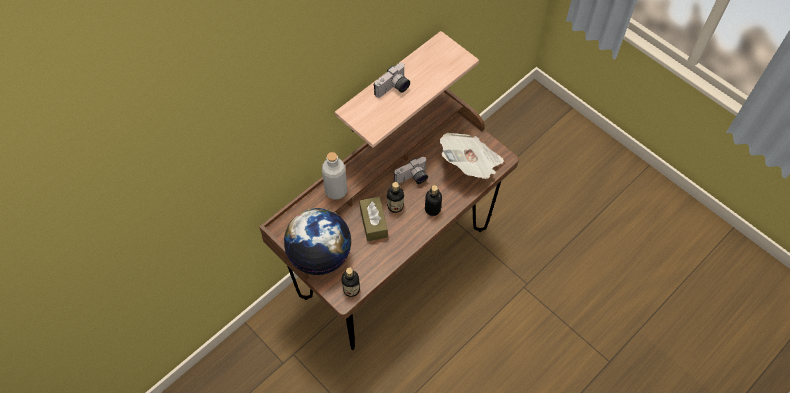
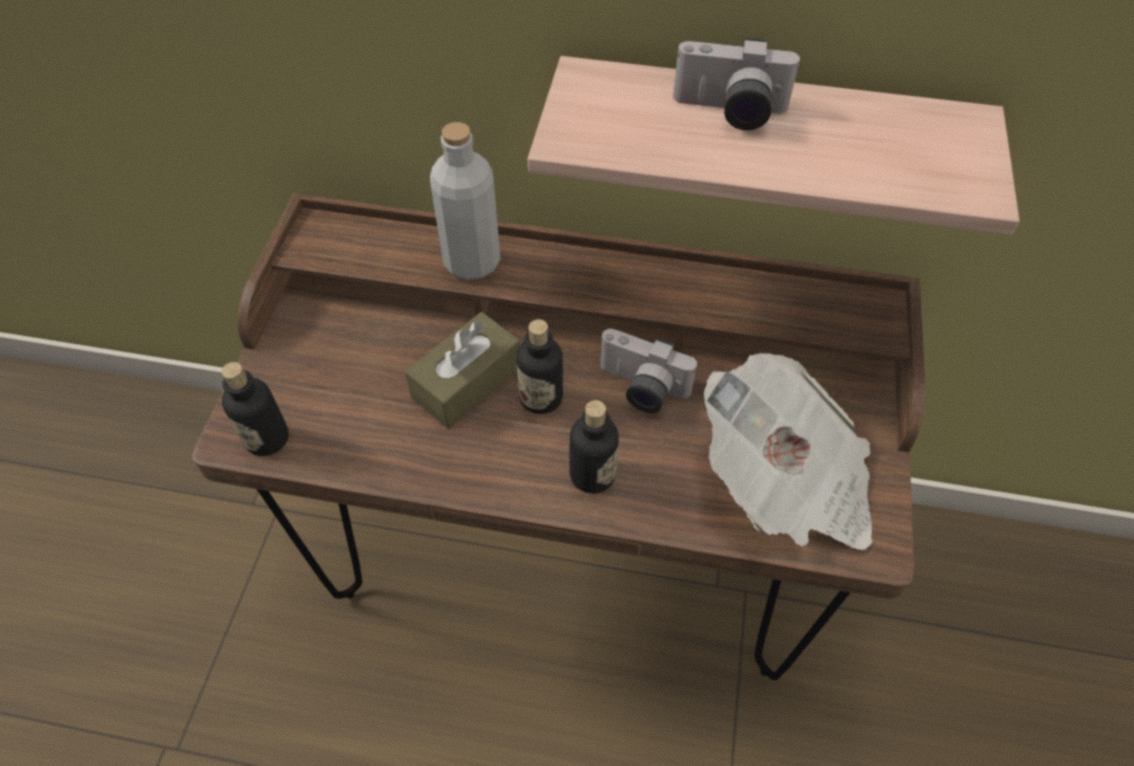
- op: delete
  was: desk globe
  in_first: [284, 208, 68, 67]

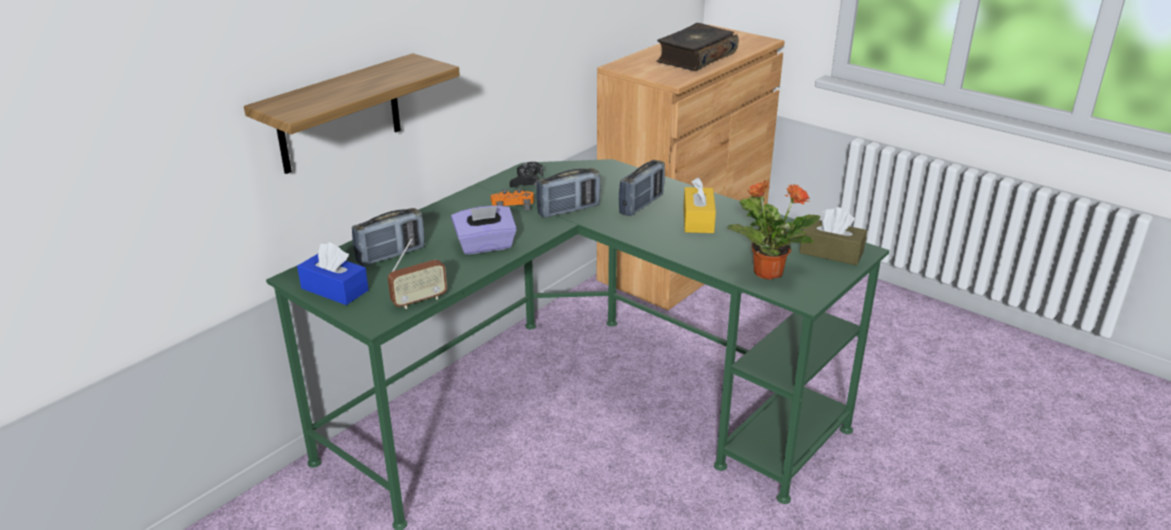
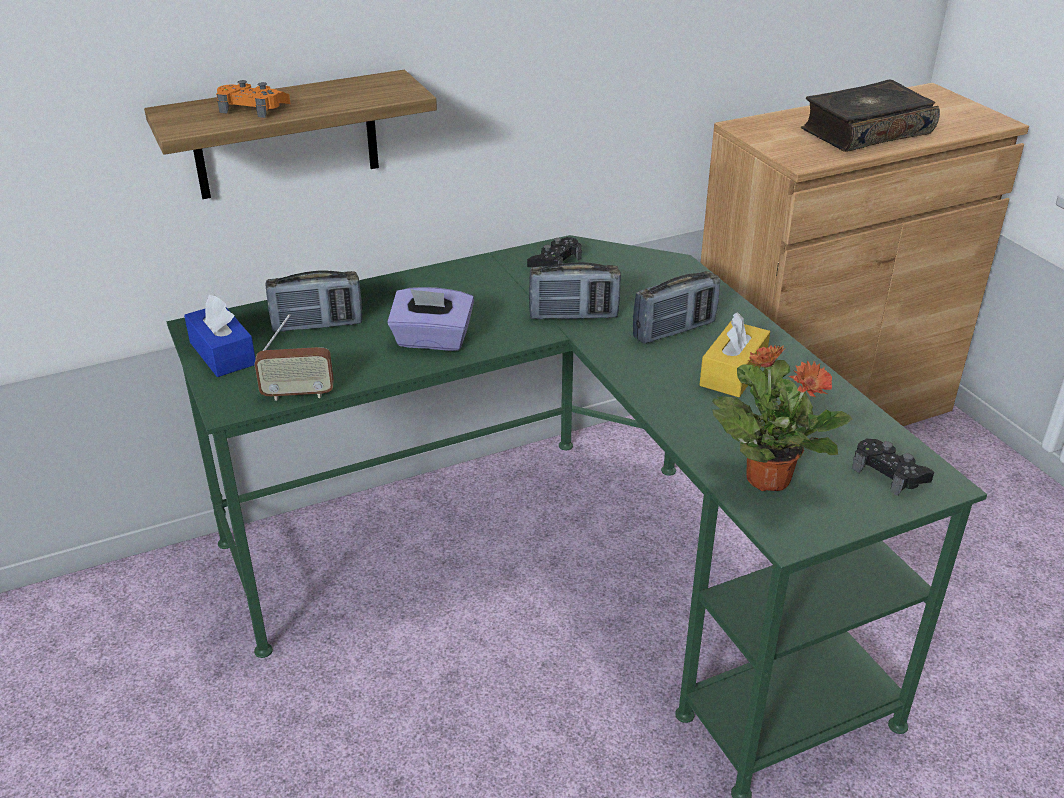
- op: move
  was: gamepad (orange-coloured)
  in_first: [490, 188, 44, 23]
  in_second: [216, 80, 74, 38]
- op: replace
  was: tissue box (brown)
  now: gamepad (black)
  in_first: [799, 207, 68, 58]
  in_second: [852, 439, 82, 57]

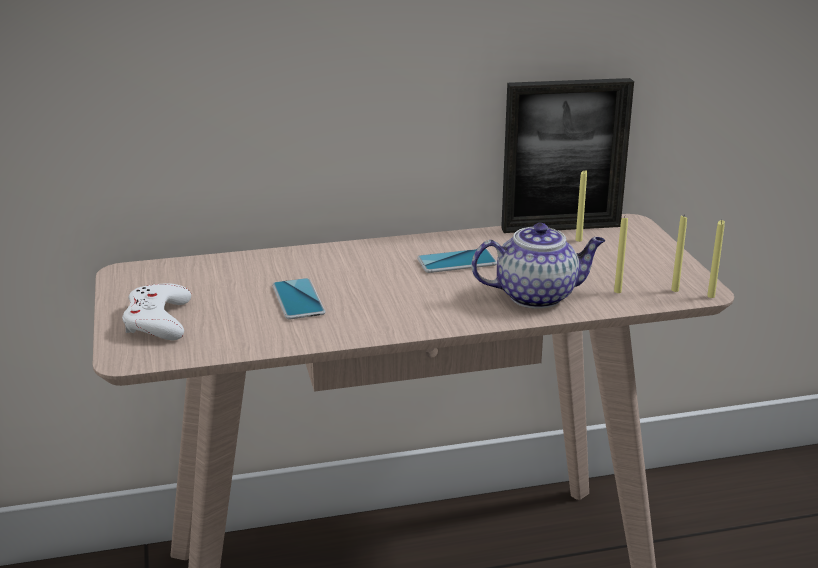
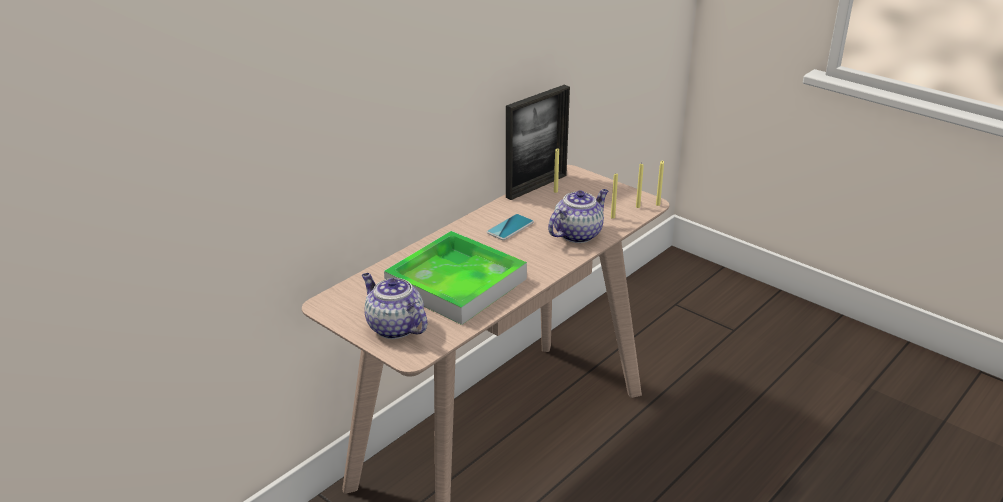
- op: replace
  was: gamepad (white-coloured)
  now: teapot
  in_first: [122, 283, 69, 57]
  in_second: [362, 273, 65, 66]
- op: replace
  was: phone
  now: serving tray
  in_first: [272, 278, 54, 41]
  in_second: [384, 231, 143, 94]

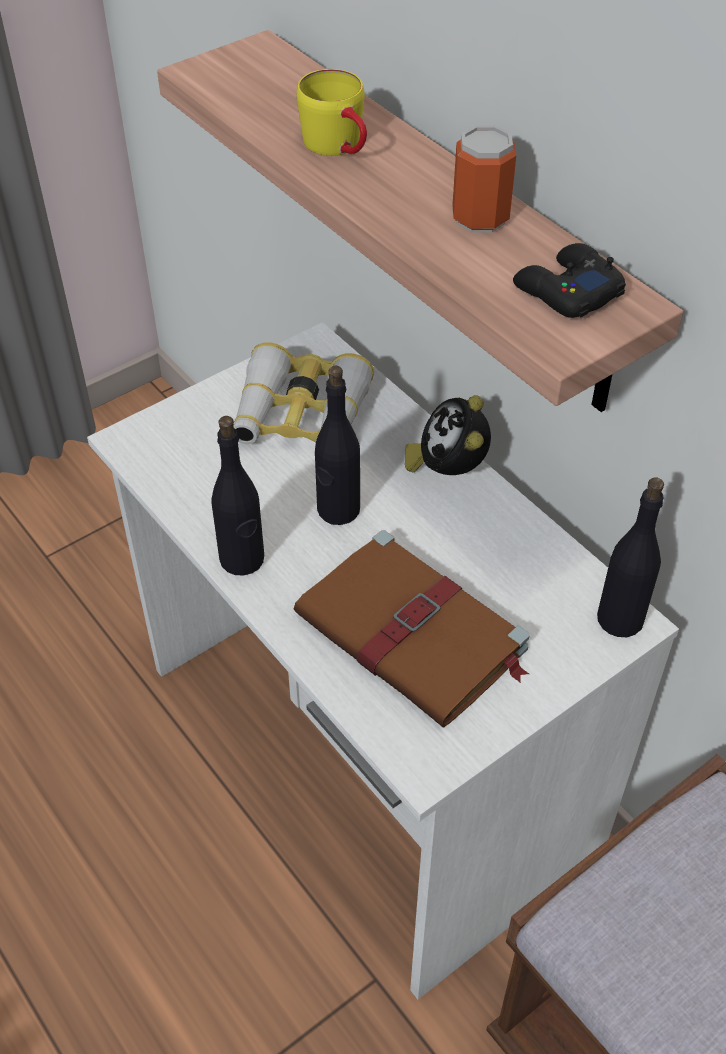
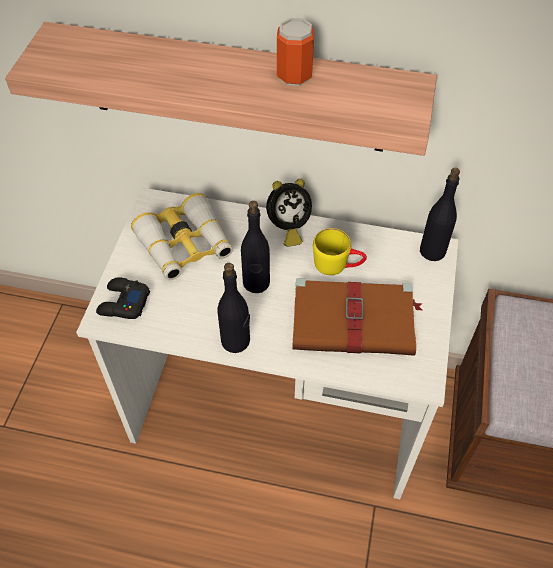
- op: move
  was: gamepad (black)
  in_first: [513, 243, 113, 75]
  in_second: [96, 277, 54, 42]
- op: rotate
  was: table clock
  in_first: [405, 395, 86, 80]
  in_second: [266, 179, 46, 68]
  clockwise: -75
- op: move
  was: tea mug (yellow-coloured)
  in_first: [296, 69, 71, 87]
  in_second: [313, 228, 54, 47]

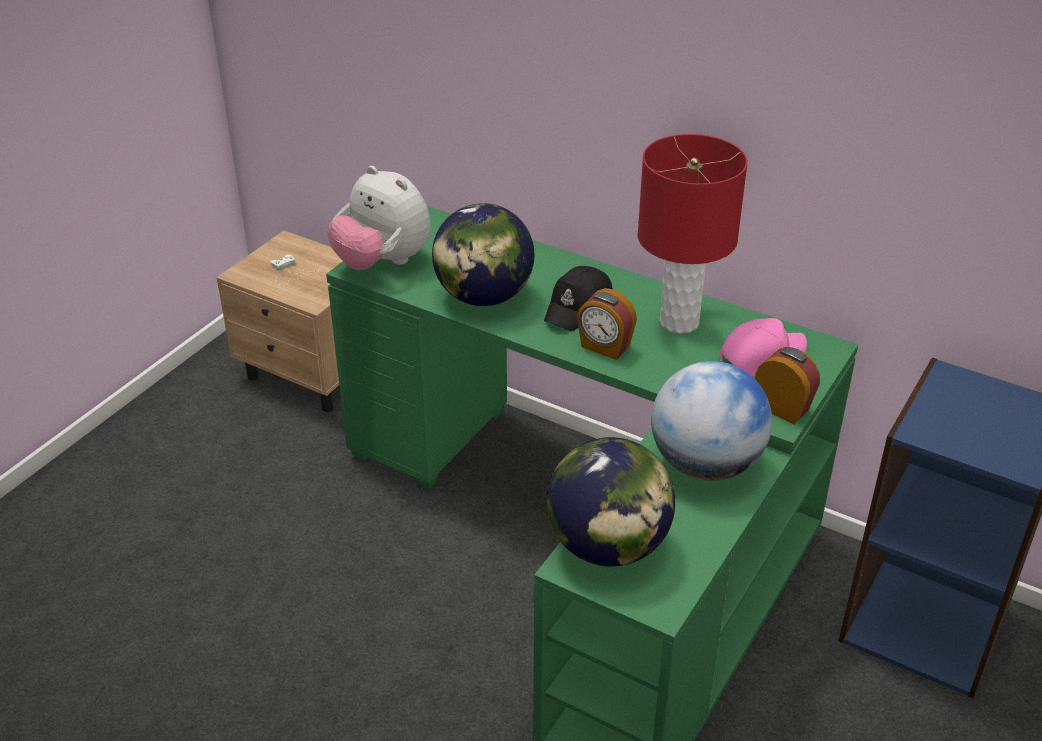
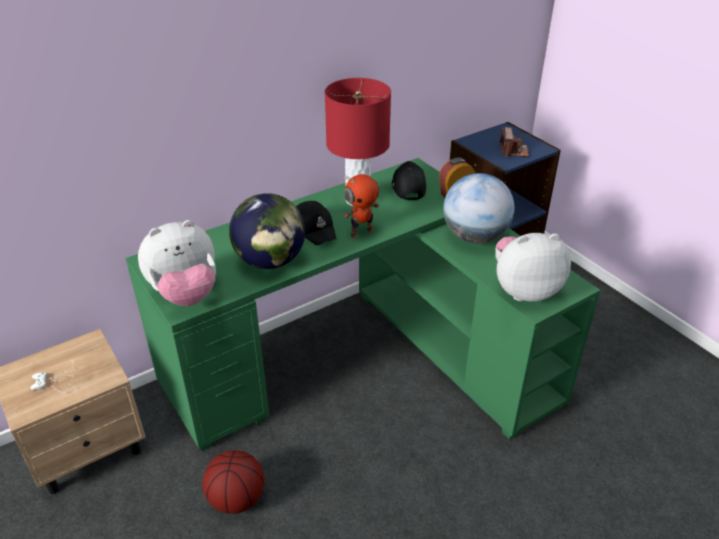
- op: insert
  now: basketball ball
  in_second: [202, 450, 62, 64]
- op: replace
  was: table clock
  now: toy robot
  in_first: [577, 288, 60, 72]
  in_second: [343, 174, 36, 64]
- op: recolor
  was: cap (pinkish)
  now: cap (black)
  in_first: [719, 318, 88, 59]
  in_second: [392, 161, 34, 39]
- op: replace
  was: desk globe
  now: cuddly toy
  in_first: [546, 437, 129, 130]
  in_second: [495, 233, 76, 69]
- op: insert
  now: still camera
  in_second: [500, 127, 29, 30]

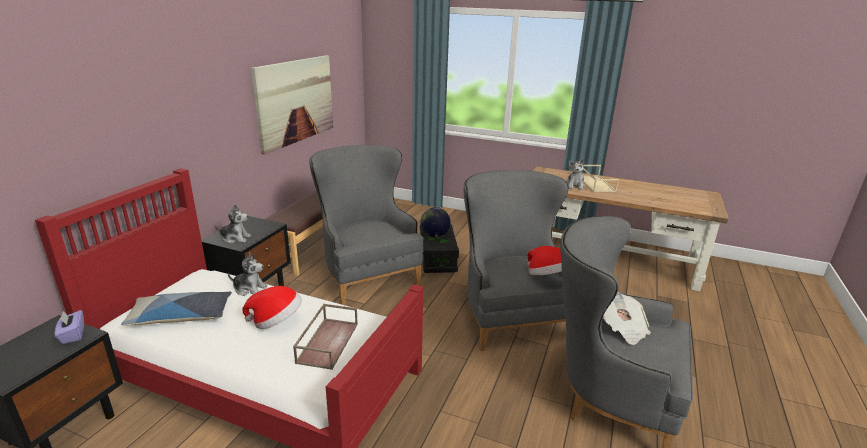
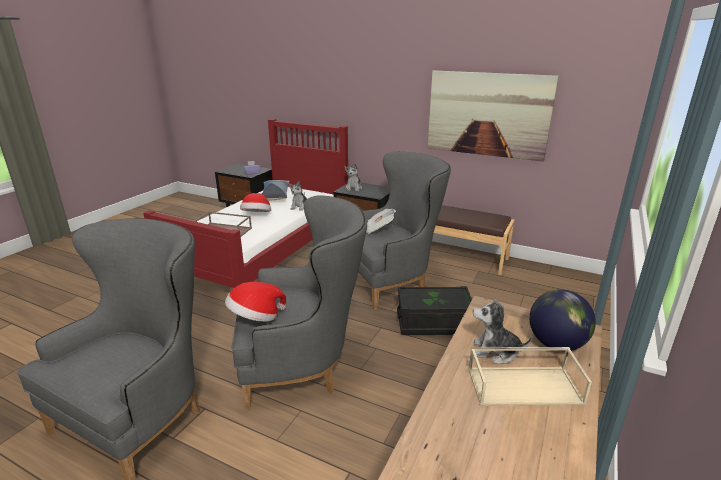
- op: move
  was: newspaper
  in_first: [604, 292, 47, 53]
  in_second: [366, 209, 30, 25]
- op: move
  was: desk globe
  in_first: [420, 207, 31, 30]
  in_second: [529, 289, 67, 62]

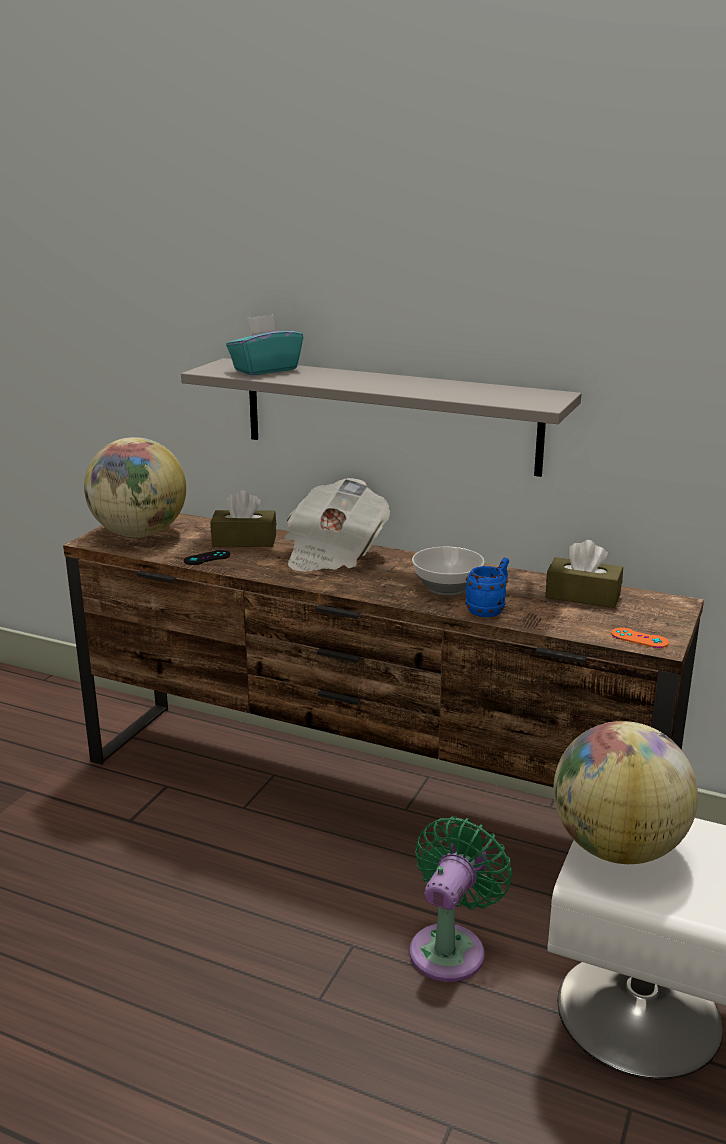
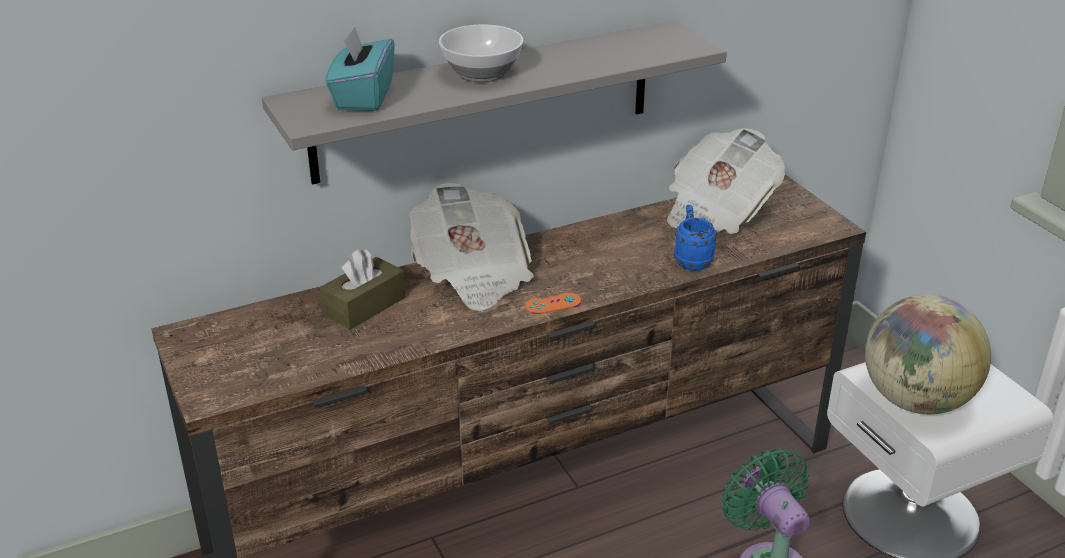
- op: move
  was: deep dish
  in_first: [412, 547, 73, 49]
  in_second: [439, 24, 85, 58]
- op: move
  was: gamepad (orange-coloured)
  in_first: [611, 628, 58, 20]
  in_second: [525, 293, 56, 21]
- op: replace
  was: tissue box (brown)
  now: newspaper
  in_first: [545, 540, 78, 68]
  in_second: [667, 128, 118, 106]
- op: delete
  was: desk globe
  in_first: [84, 437, 102, 101]
- op: delete
  was: gamepad (black)
  in_first: [184, 550, 46, 15]

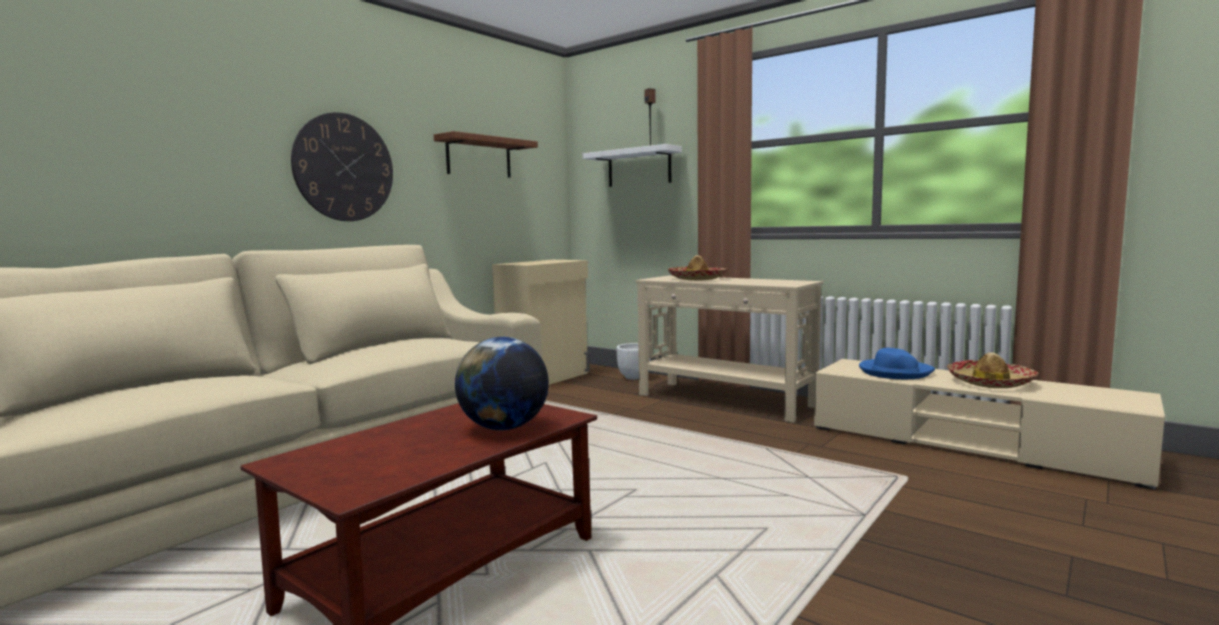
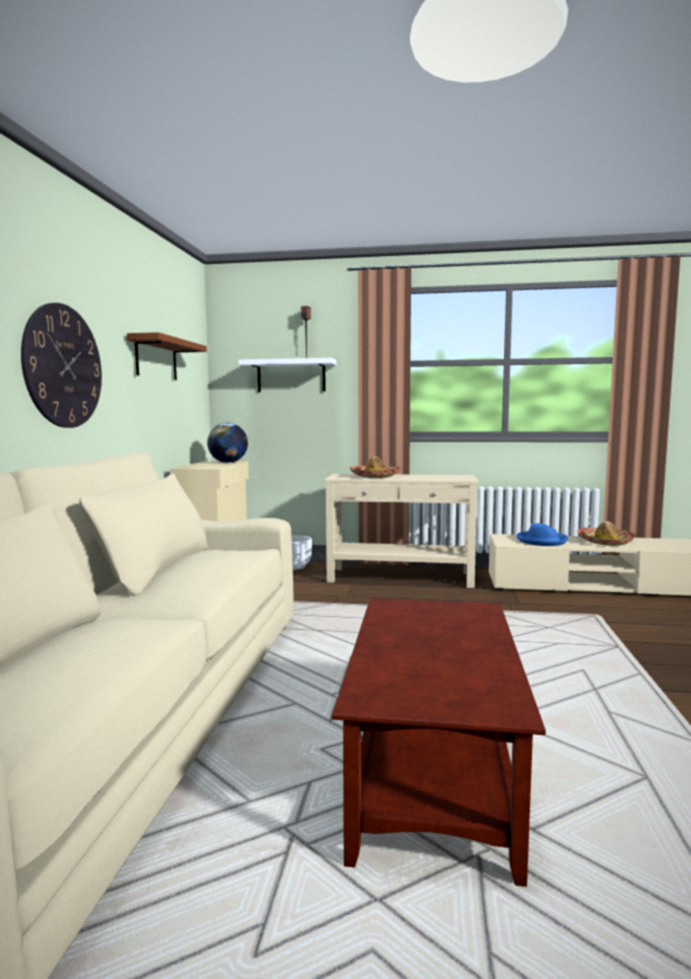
- op: move
  was: desk globe
  in_first: [455, 337, 94, 93]
  in_second: [207, 423, 41, 40]

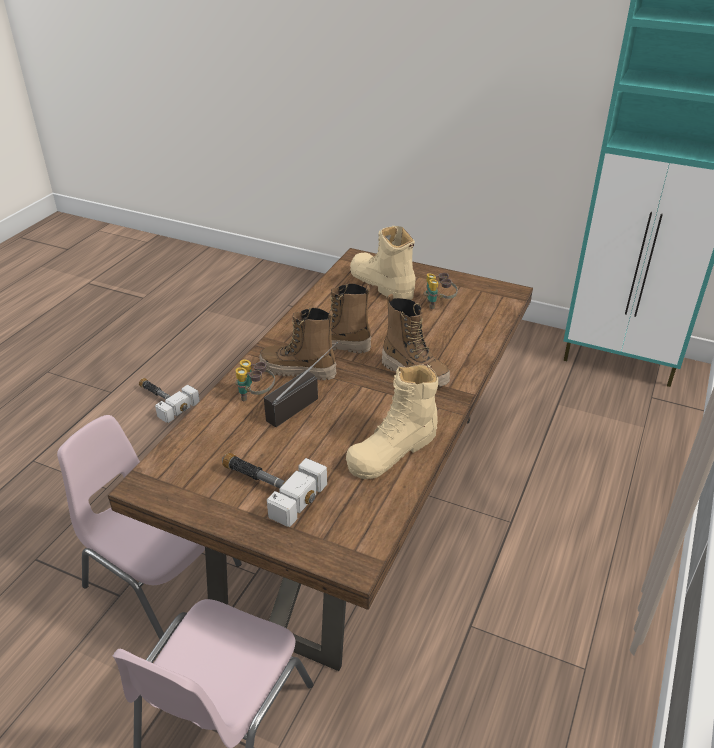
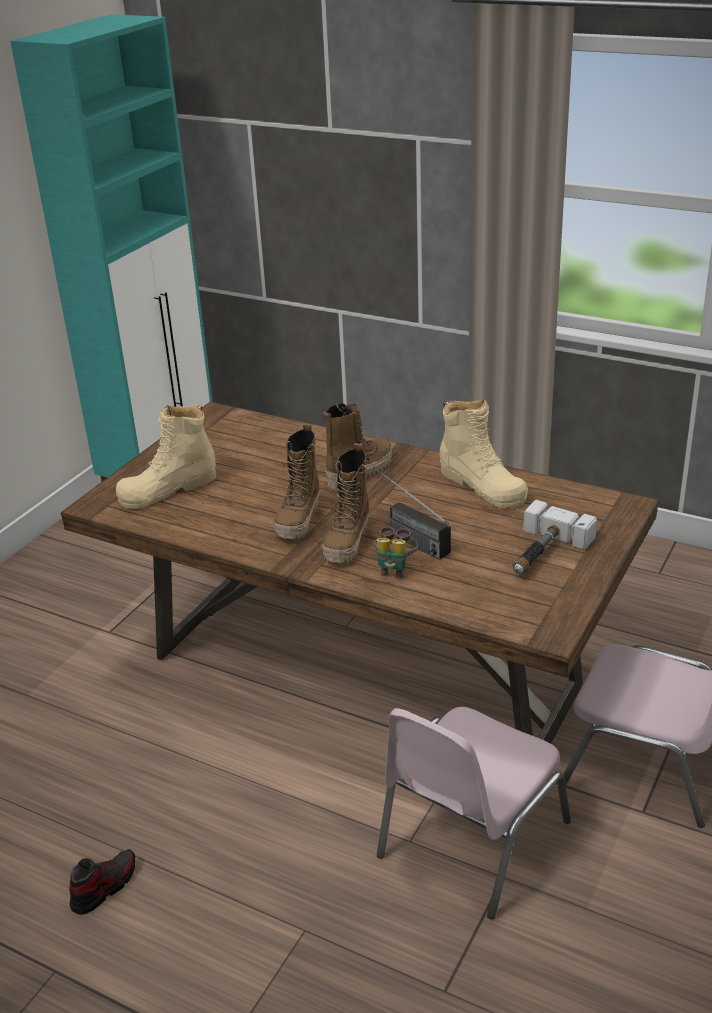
- op: replace
  was: hand hammer
  now: low shoe
  in_first: [139, 378, 61, 45]
  in_second: [69, 849, 66, 66]
- op: delete
  was: pair of binoculars
  in_first: [423, 273, 35, 36]

